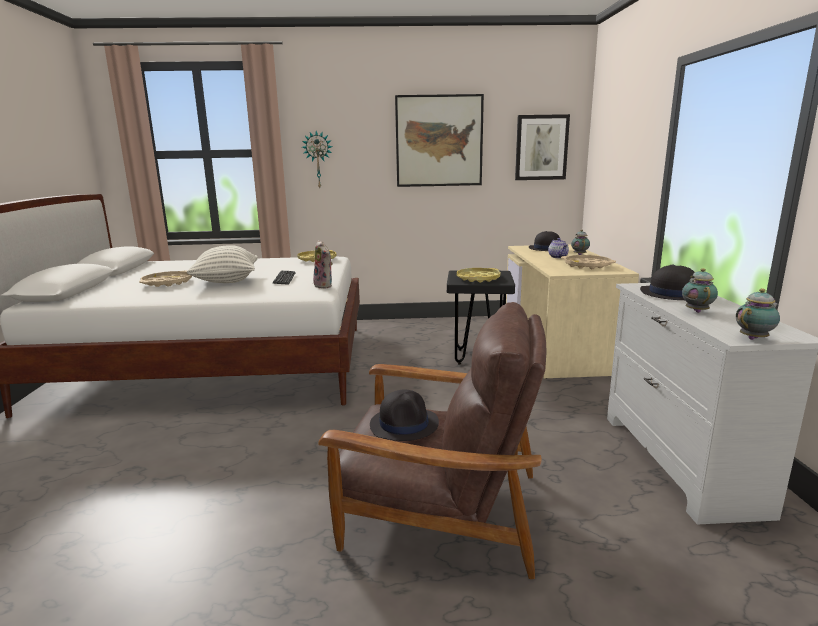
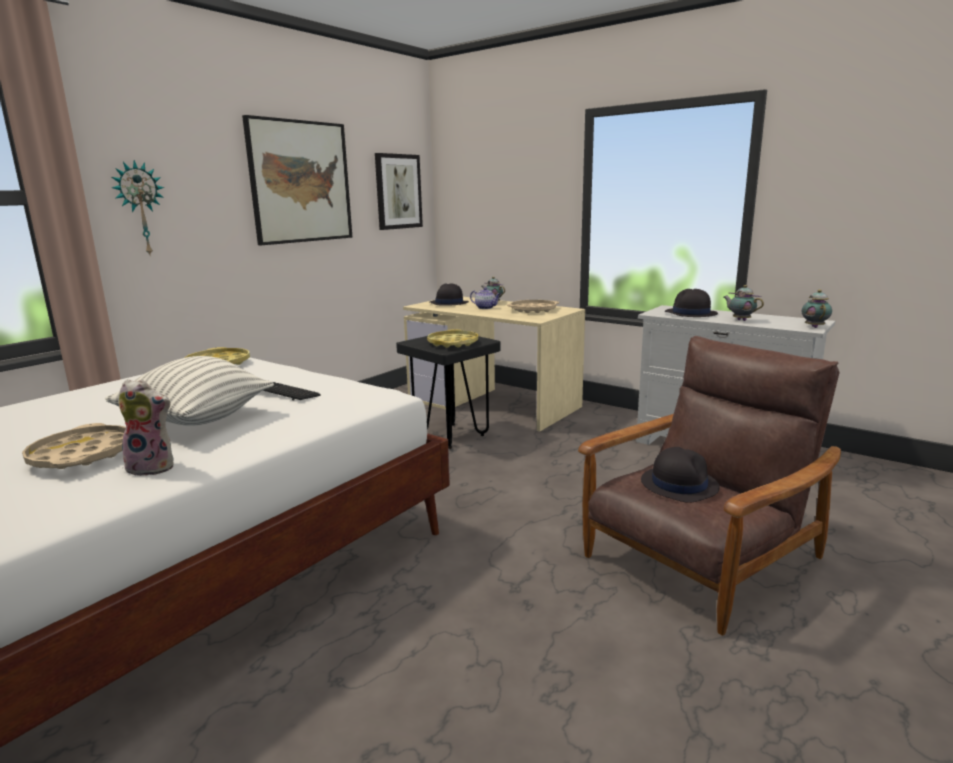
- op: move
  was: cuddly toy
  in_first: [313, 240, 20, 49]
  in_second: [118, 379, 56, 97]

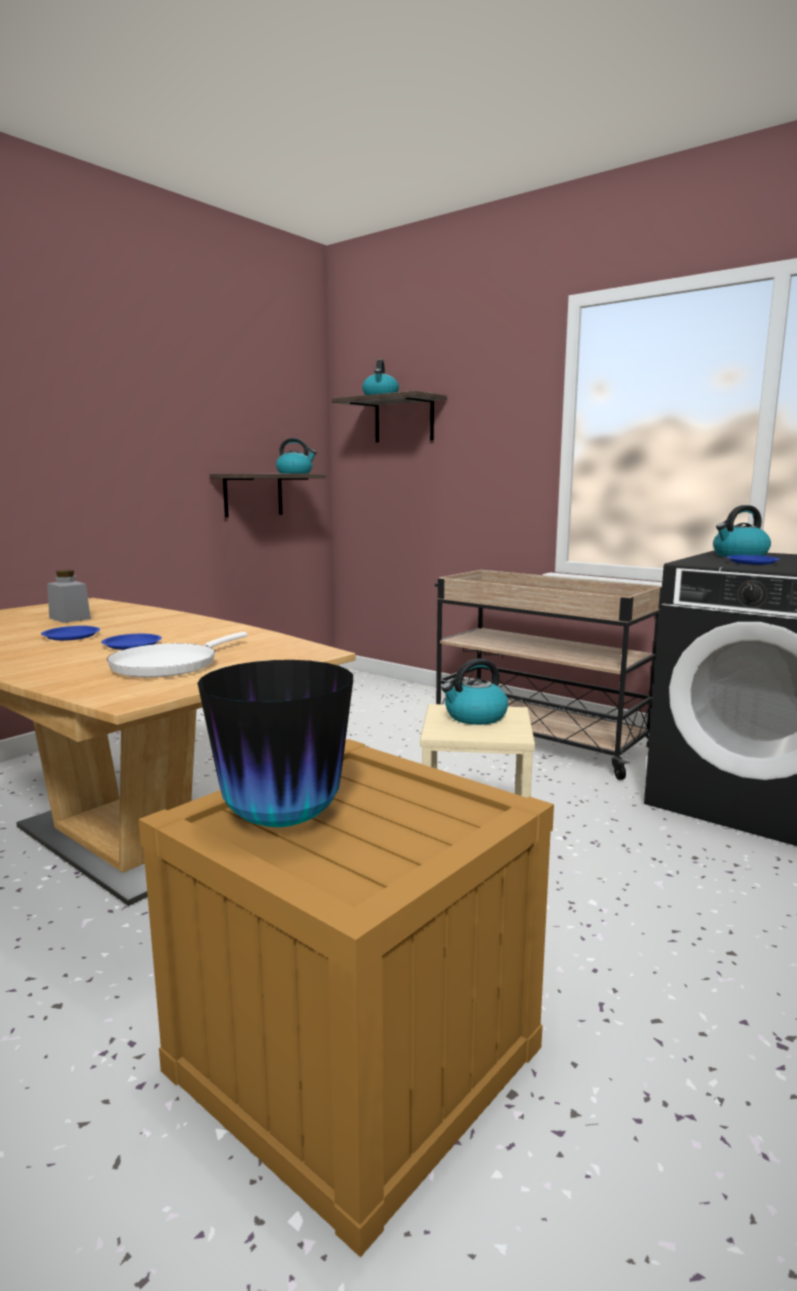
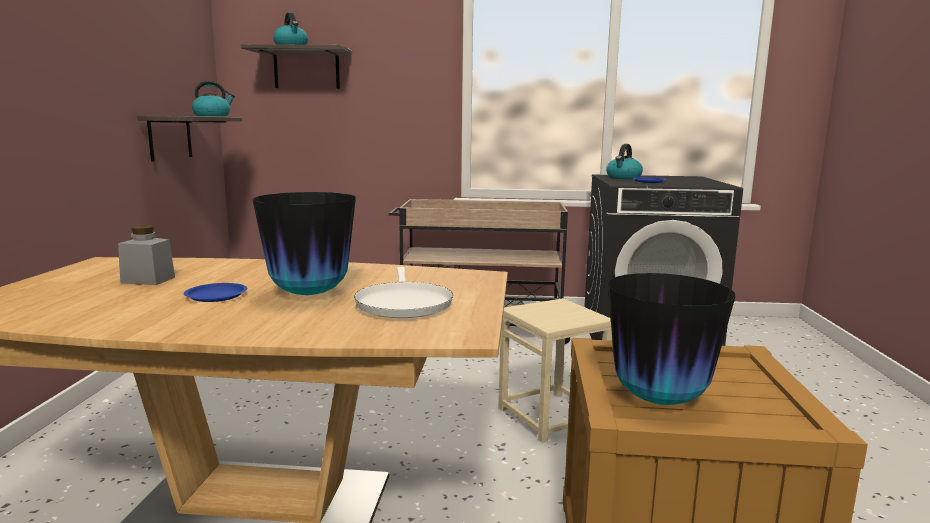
- op: replace
  was: flat dish (bluish)
  now: decorative vase
  in_first: [101, 634, 61, 16]
  in_second: [252, 192, 104, 103]
- op: delete
  was: kettle
  in_first: [441, 658, 67, 67]

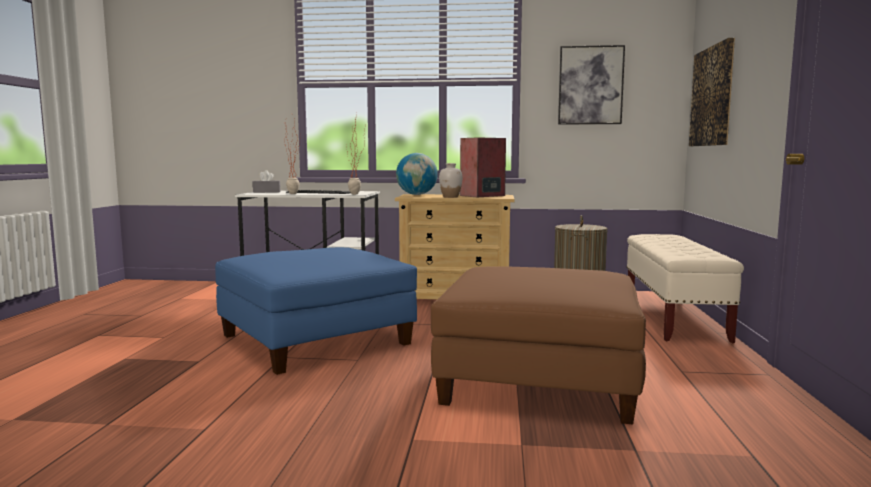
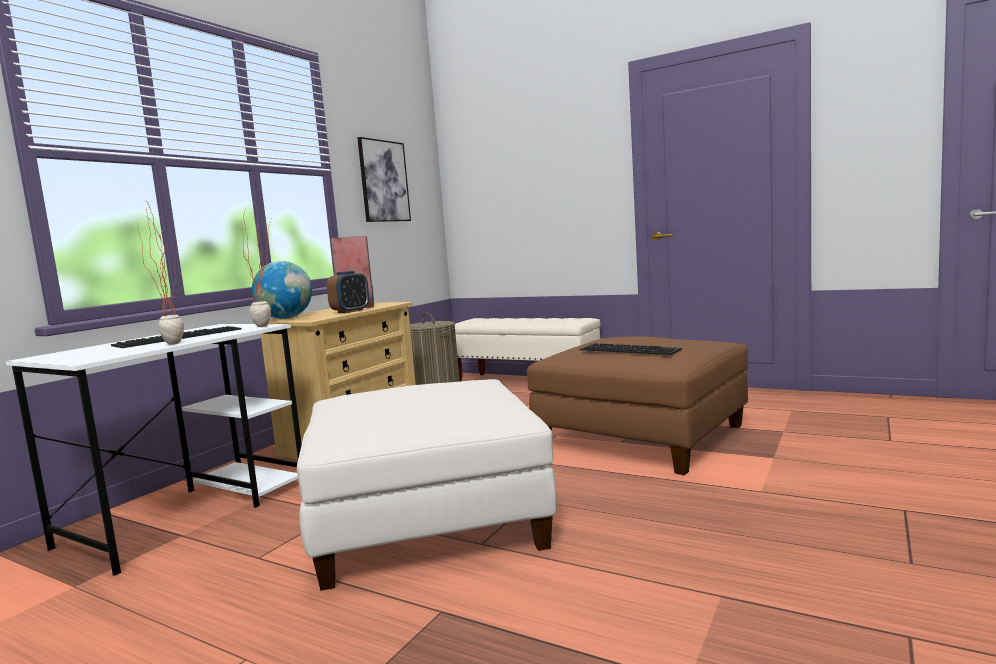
- op: recolor
  was: ottoman (bluish)
  now: ottoman (white-coloured)
  in_first: [215, 247, 202, 128]
  in_second: [297, 379, 260, 212]
- op: replace
  was: decorative vase (white-coloured)
  now: table clock
  in_first: [439, 163, 23, 35]
  in_second: [327, 271, 42, 42]
- op: insert
  now: keyboard
  in_second: [580, 343, 102, 12]
- op: delete
  was: tissue box (gray)
  in_first: [253, 170, 27, 23]
- op: delete
  was: wall picture
  in_first: [689, 38, 46, 108]

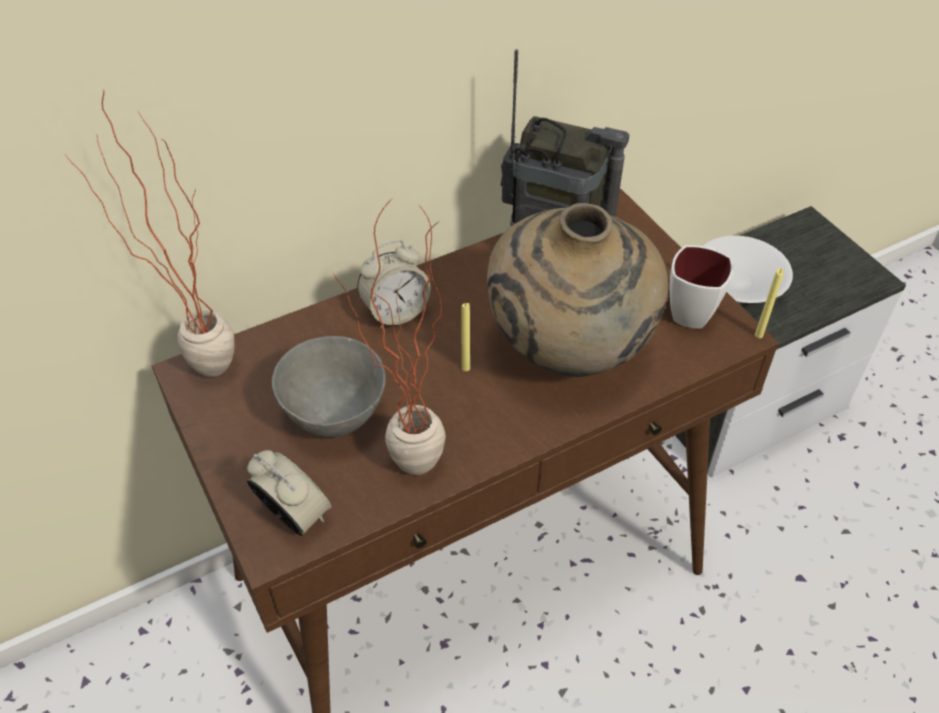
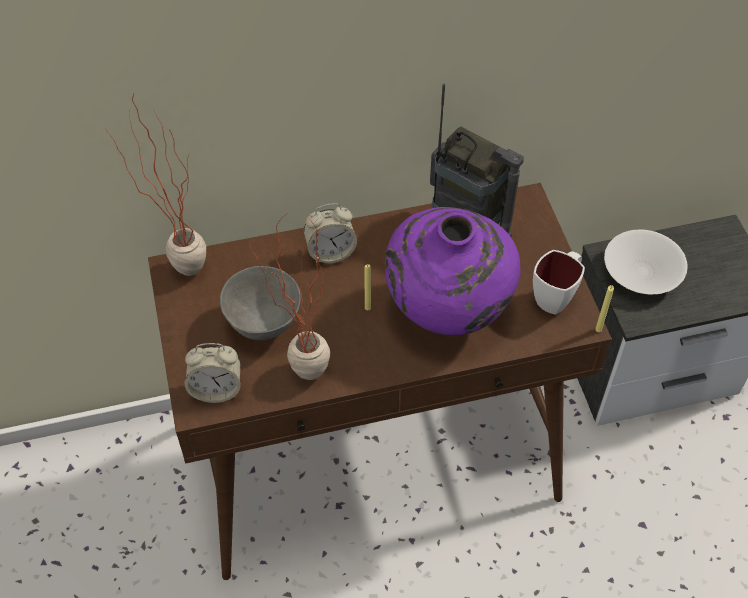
- op: rotate
  was: table clock
  in_first: [247, 450, 84, 86]
  in_second: [185, 343, 56, 60]
  clockwise: 120
- op: recolor
  was: decorative vase (beige-coloured)
  now: decorative vase (purple)
  in_first: [487, 203, 181, 174]
  in_second: [385, 207, 136, 128]

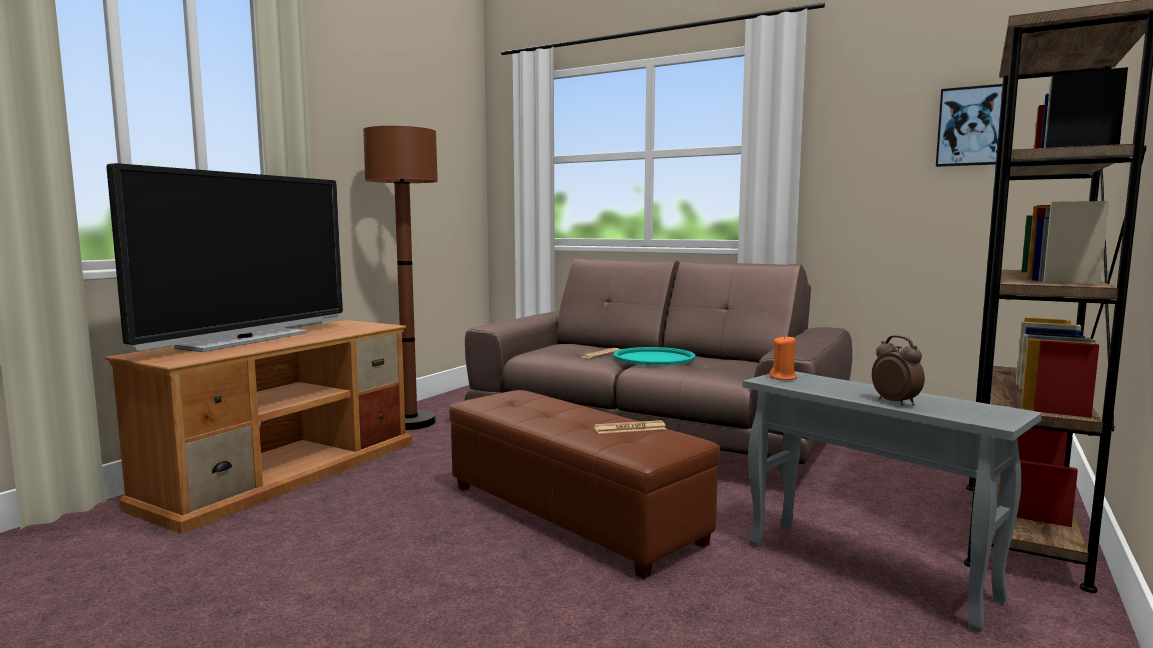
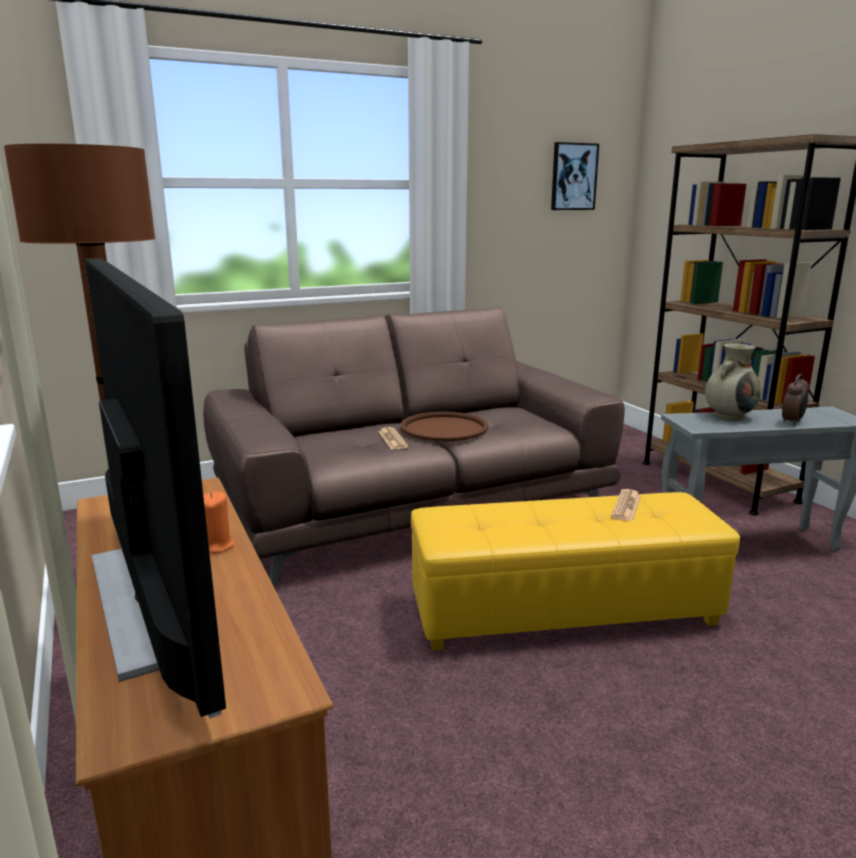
- op: move
  was: wax light (orange-coloured)
  in_first: [769, 335, 28, 45]
  in_second: [203, 491, 31, 63]
- op: recolor
  was: serving tray (turquoise-coloured)
  now: serving tray (brown)
  in_first: [613, 347, 82, 18]
  in_second: [401, 412, 87, 29]
- op: recolor
  was: ottoman (brown)
  now: ottoman (yellow-coloured)
  in_first: [449, 390, 271, 189]
  in_second: [411, 492, 329, 158]
- op: insert
  now: decorative vase (beige-coloured)
  in_second: [705, 343, 56, 77]
- op: rotate
  was: table clock
  in_first: [872, 335, 53, 71]
  in_second: [782, 374, 27, 52]
  clockwise: 120

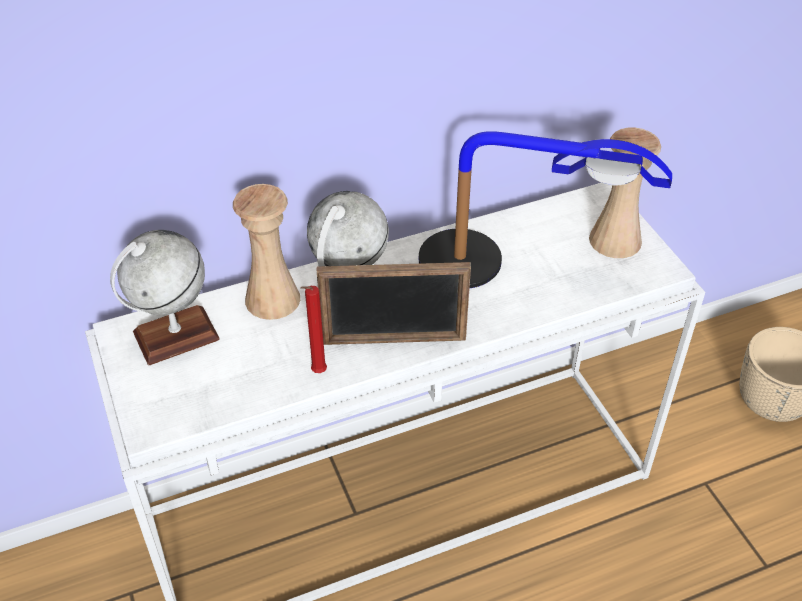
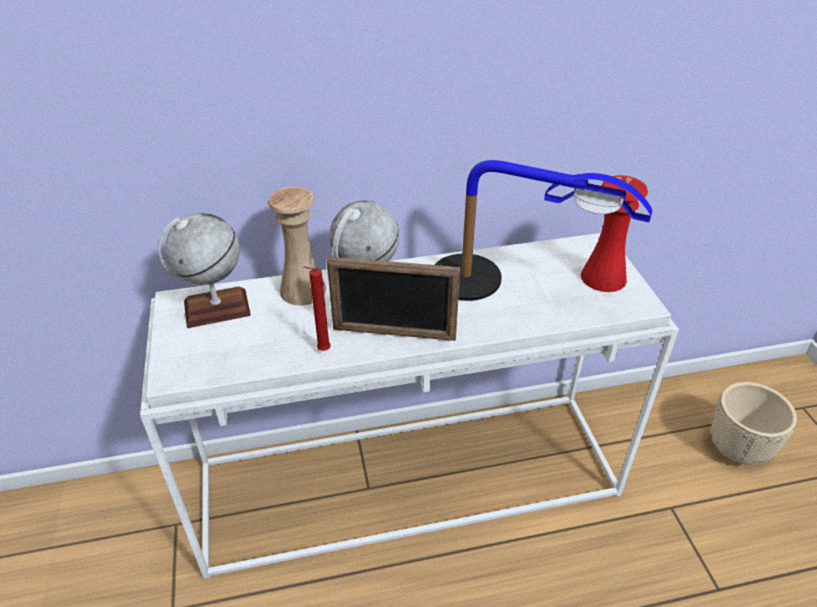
- op: recolor
  was: decorative vase (beige-coloured)
  now: decorative vase (red-coloured)
  in_first: [589, 128, 72, 130]
  in_second: [581, 175, 67, 117]

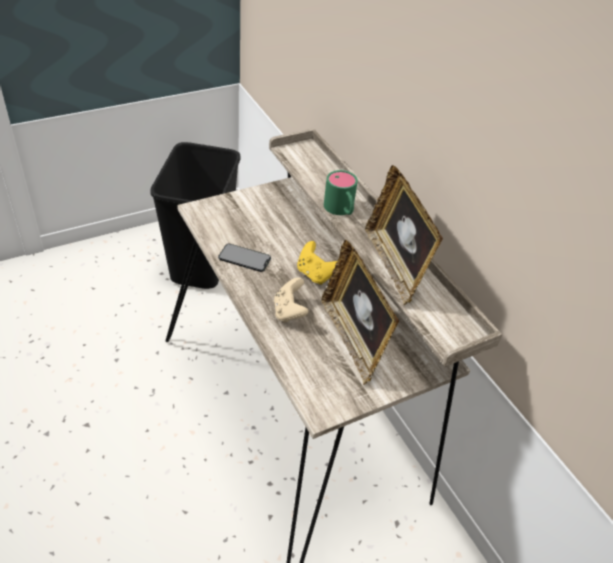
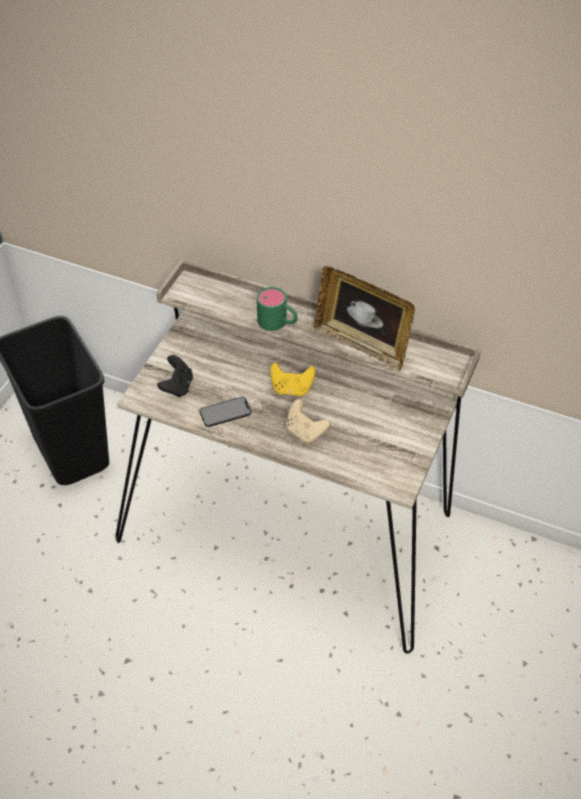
- op: insert
  now: gamepad (black)
  in_second: [157, 355, 36, 43]
- op: delete
  was: picture frame
  in_first: [321, 240, 78, 145]

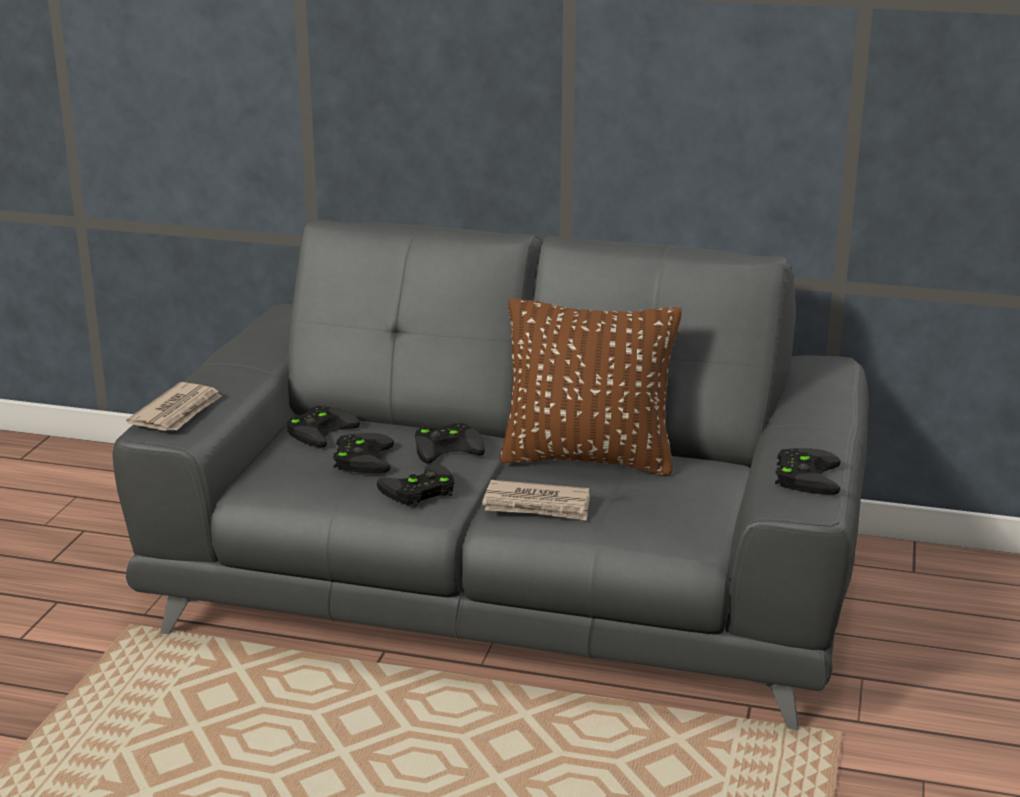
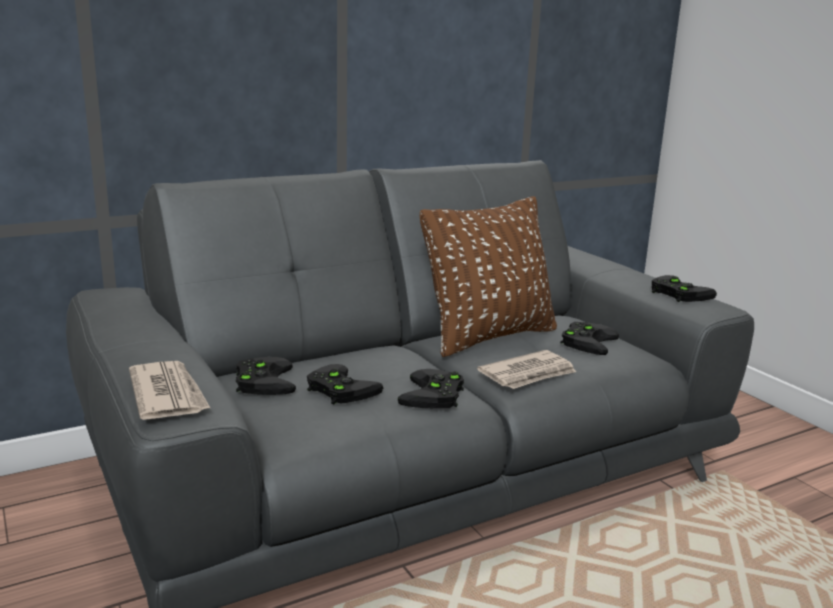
- op: move
  was: gamepad (black)
  in_first: [415, 423, 70, 40]
  in_second: [560, 322, 59, 33]

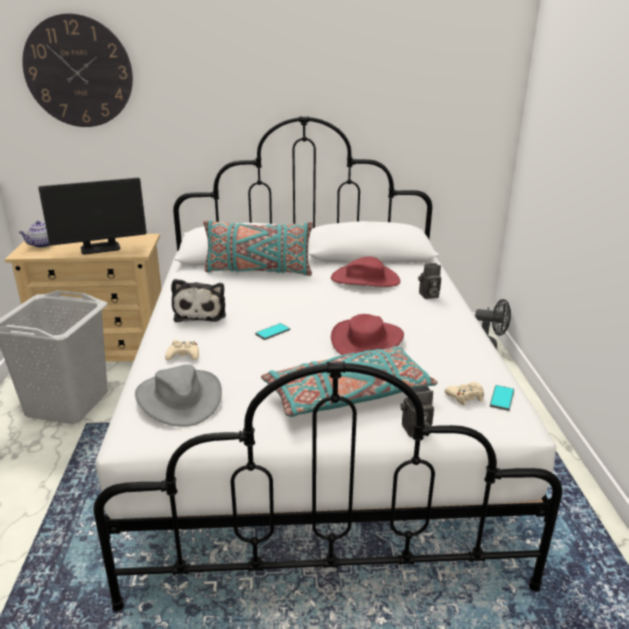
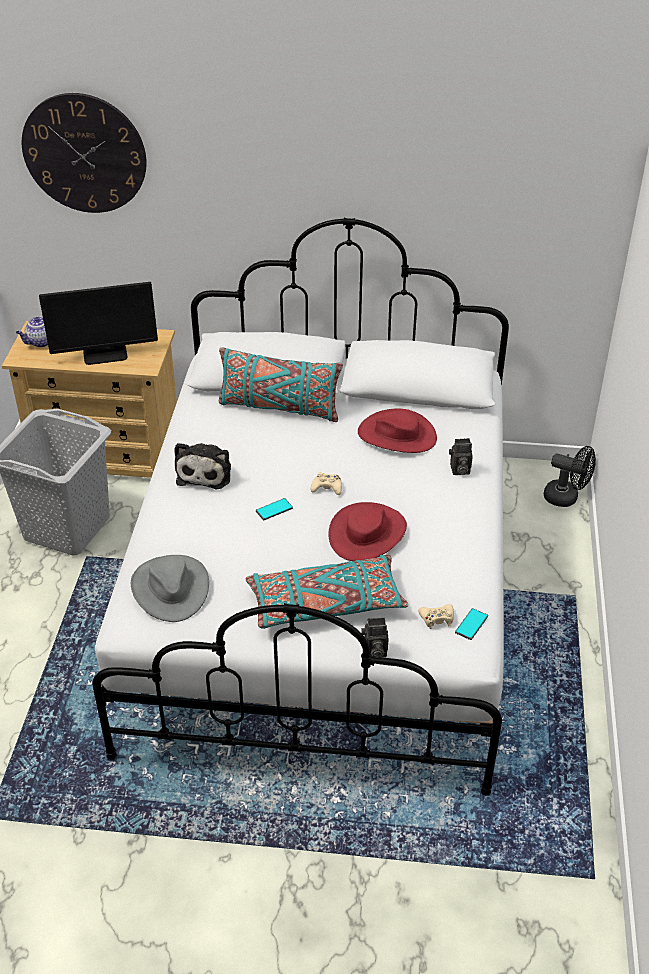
- op: move
  was: gamepad (beige-coloured)
  in_first: [165, 340, 34, 20]
  in_second: [310, 472, 32, 23]

